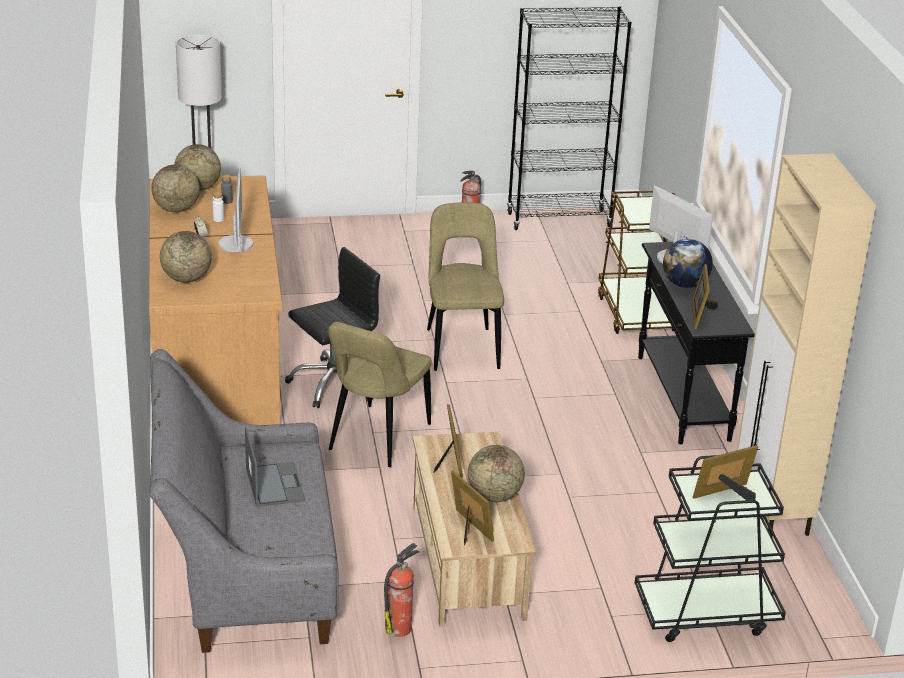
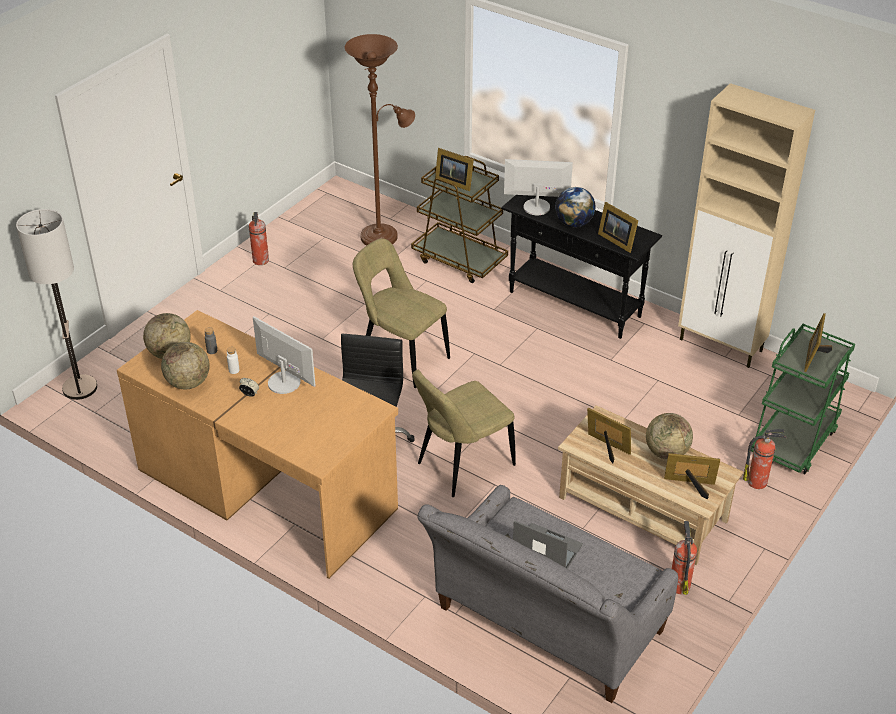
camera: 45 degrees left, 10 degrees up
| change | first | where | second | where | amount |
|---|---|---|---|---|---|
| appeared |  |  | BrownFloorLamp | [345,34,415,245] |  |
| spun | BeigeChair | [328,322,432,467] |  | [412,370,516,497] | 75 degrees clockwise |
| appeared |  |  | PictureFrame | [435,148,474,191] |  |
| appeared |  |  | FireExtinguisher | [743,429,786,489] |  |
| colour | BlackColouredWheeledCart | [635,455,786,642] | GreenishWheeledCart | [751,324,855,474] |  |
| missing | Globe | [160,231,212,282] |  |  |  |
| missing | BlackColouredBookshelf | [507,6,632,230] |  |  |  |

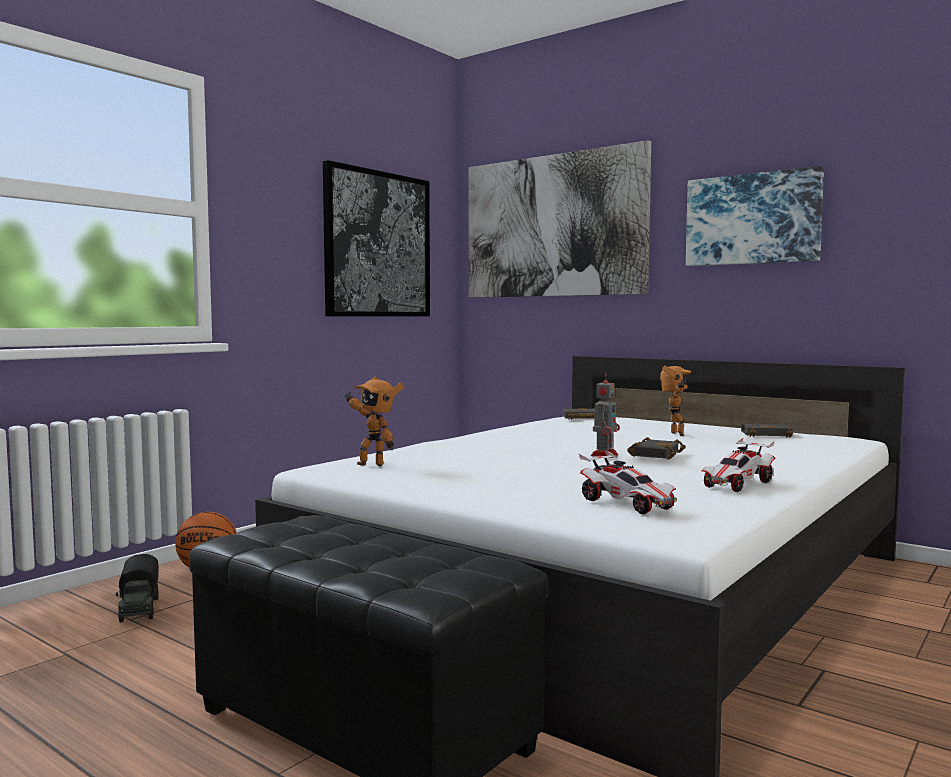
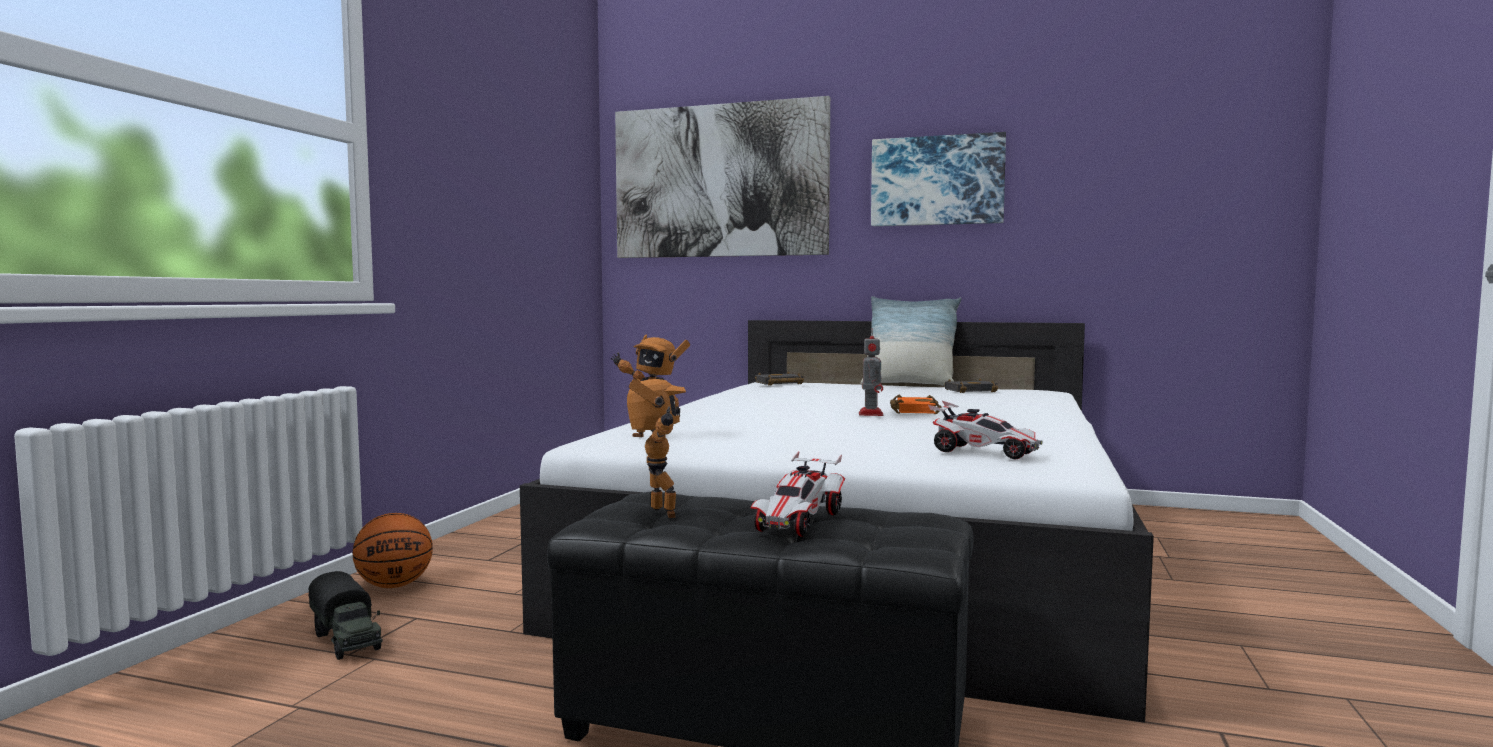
camera: 20 degrees left, 0 degrees up
| change | first | where | second | where | amount |
|---|---|---|---|---|---|
| relocated | RobotFigure | [660,365,691,436] |  | [627,379,686,518] |  |
| relocated | ModelCar | [702,438,776,492] |  | [751,451,845,537] |  |
| appeared |  |  | ThrowPillow | [861,296,961,386] |  |
| colour | BlackColouredBook | [627,437,686,459] | OrangeColouredBook | [890,395,942,414] |  |
| missing | WallPicture | [323,160,430,316] |  |  |  |

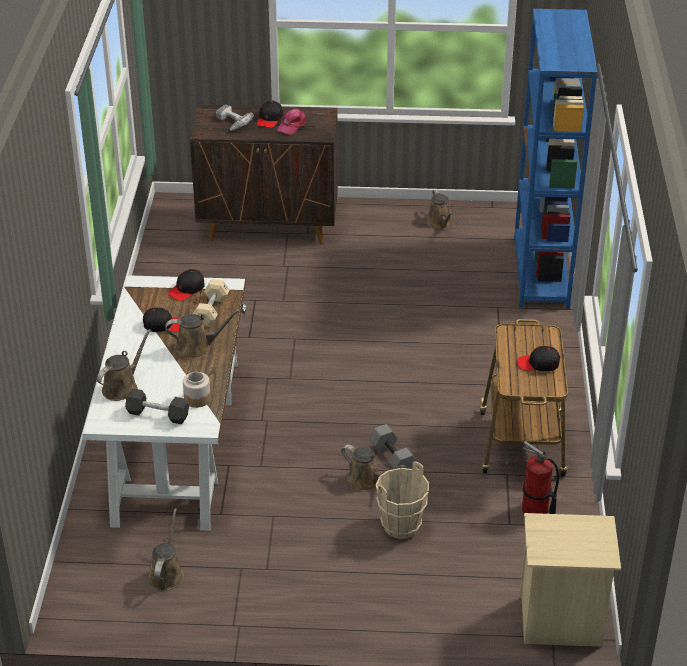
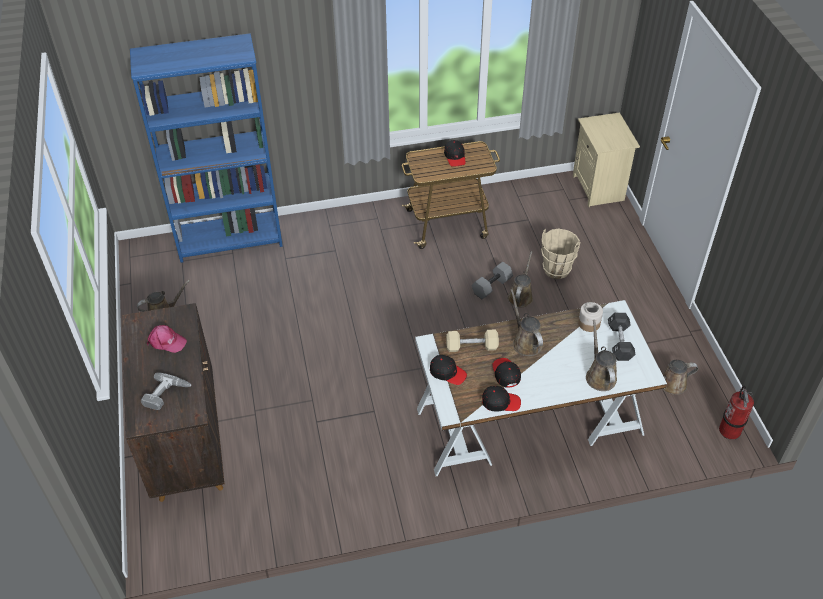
camera: 105 degrees left, 10 degrees up
| change | first | where | second | where | amount |
|---|---|---|---|---|---|
| relocated | BlackColouredBaseballCap | [257,101,283,128] |  | [482,386,521,411] |  |
| spun | BrownSprinklingCan | [97,329,151,401] |  | [586,320,617,391] | 60 degrees clockwise |
| relocated | FireExtinguisher | [522,441,559,514] |  | [719,386,754,440] |  |

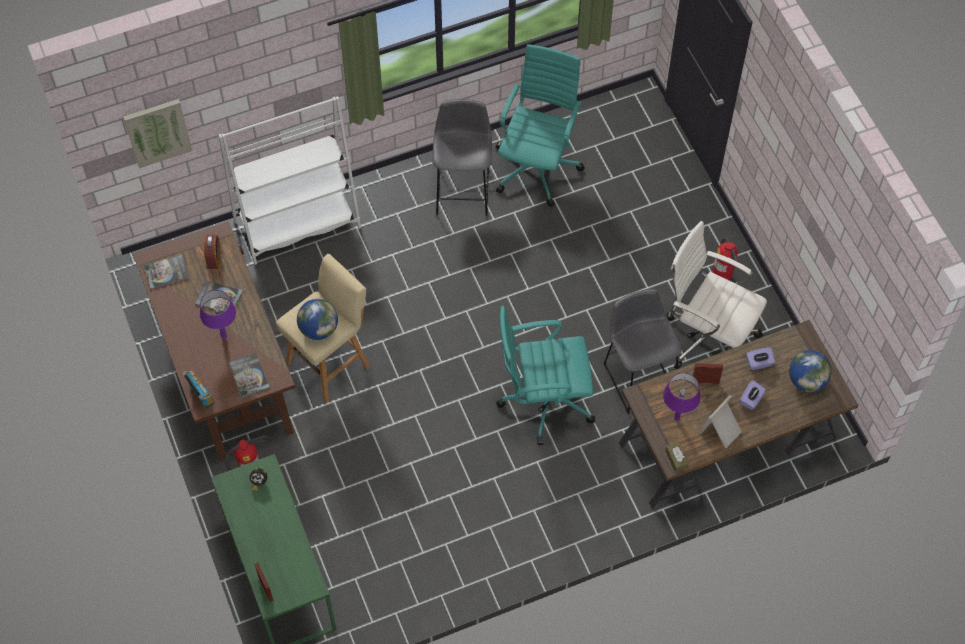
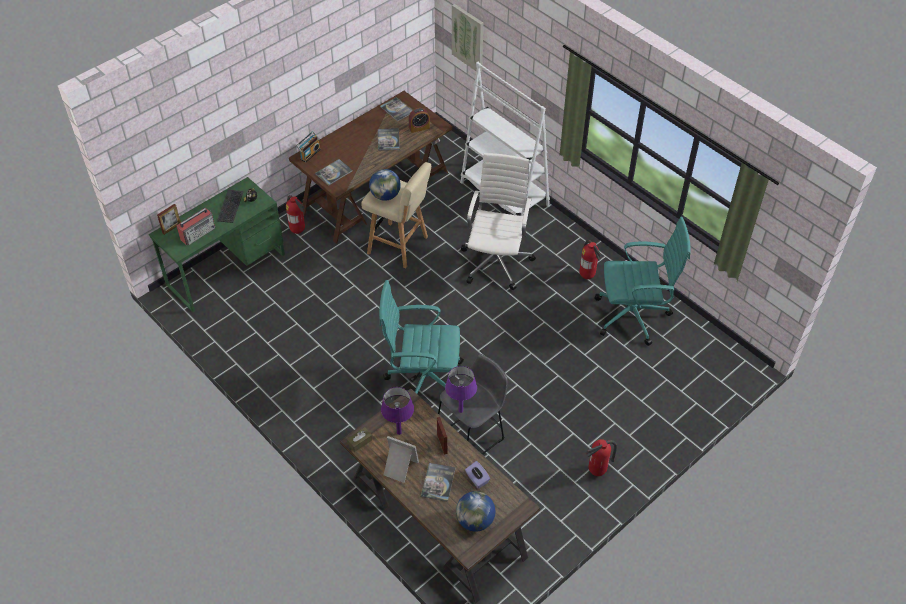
camera: 70 degrees right, 10 degrees down
| change | first | where | second | where | amount |
|---|---|---|---|---|---|
| appeared |  |  | Radio | [176,207,215,245] |  |
| appeared |  |  | PcKeyboard | [217,190,243,223] |  |
| spun | TurquoiseColouredDeskChair | [496,306,595,445] |  | [379,280,464,394] | 60 degrees counterclockwise |
| exchanged | PurpleTissueBox | [740,380,766,410] | Book | [421,463,456,501] |  |
| relocated | PurpleTableLamp | [200,290,236,339] |  | [445,366,477,413] |  |
| relocated | WhiteDeskChair | [666,221,767,369] |  | [461,153,536,290] |  |
| exchanged | GreyishSittingStool | [432,99,492,216] | FireExtinguisher | [579,240,602,279] |  |

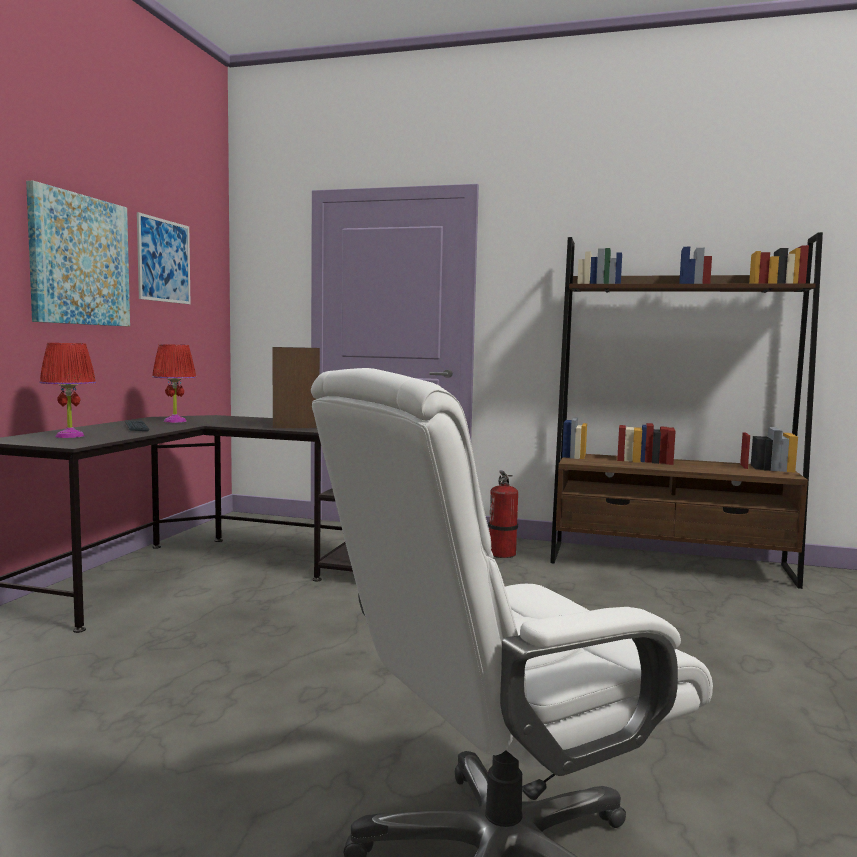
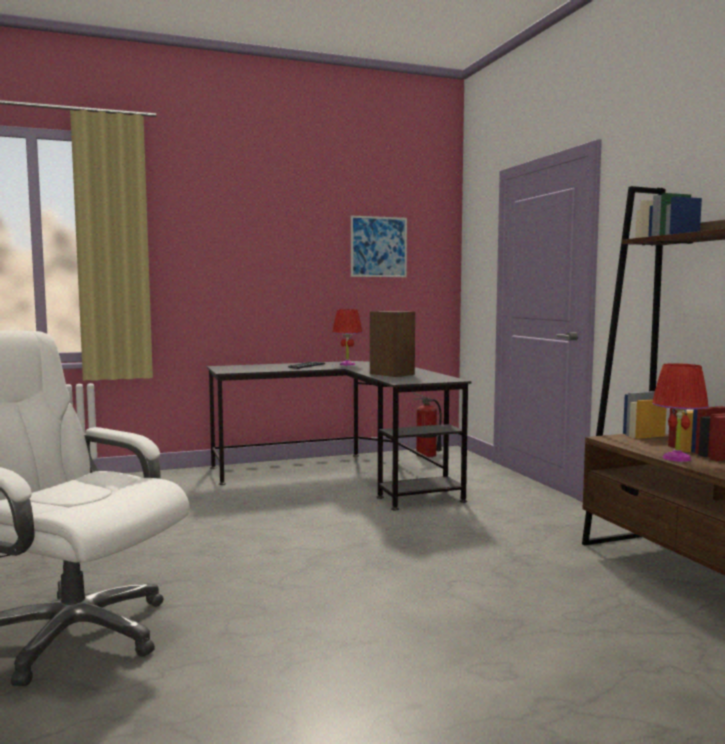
camera: 55 degrees right, 0 degrees up
| change | first | where | second | where | amount |
|---|---|---|---|---|---|
| relocated | FireExtinguisher | [488,470,518,558] |  | [413,393,442,457] |  |
| relocated | RedTableLamp | [39,343,96,438] |  | [652,363,709,462] |  |
| missing | WallPicture | [26,181,130,326] |  |  |  |

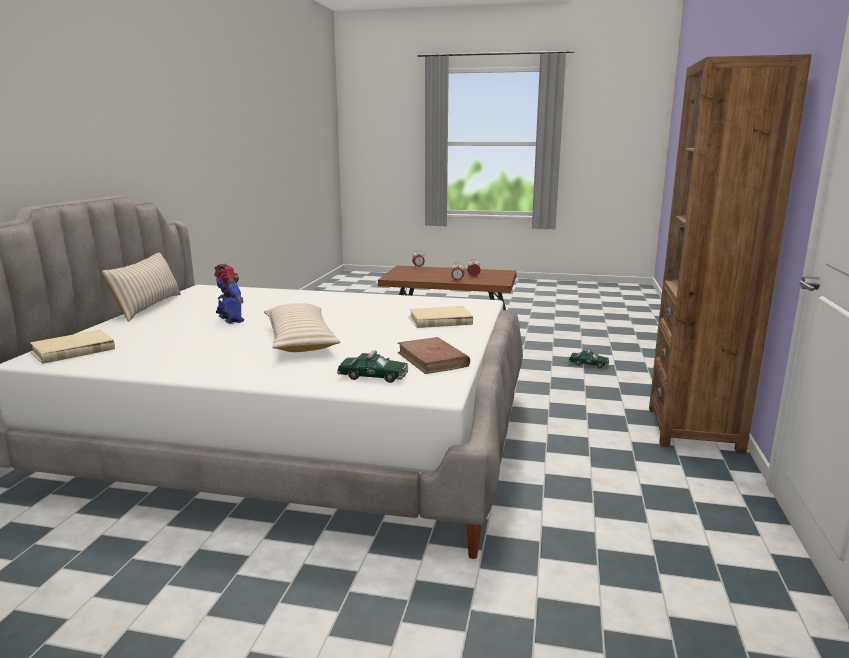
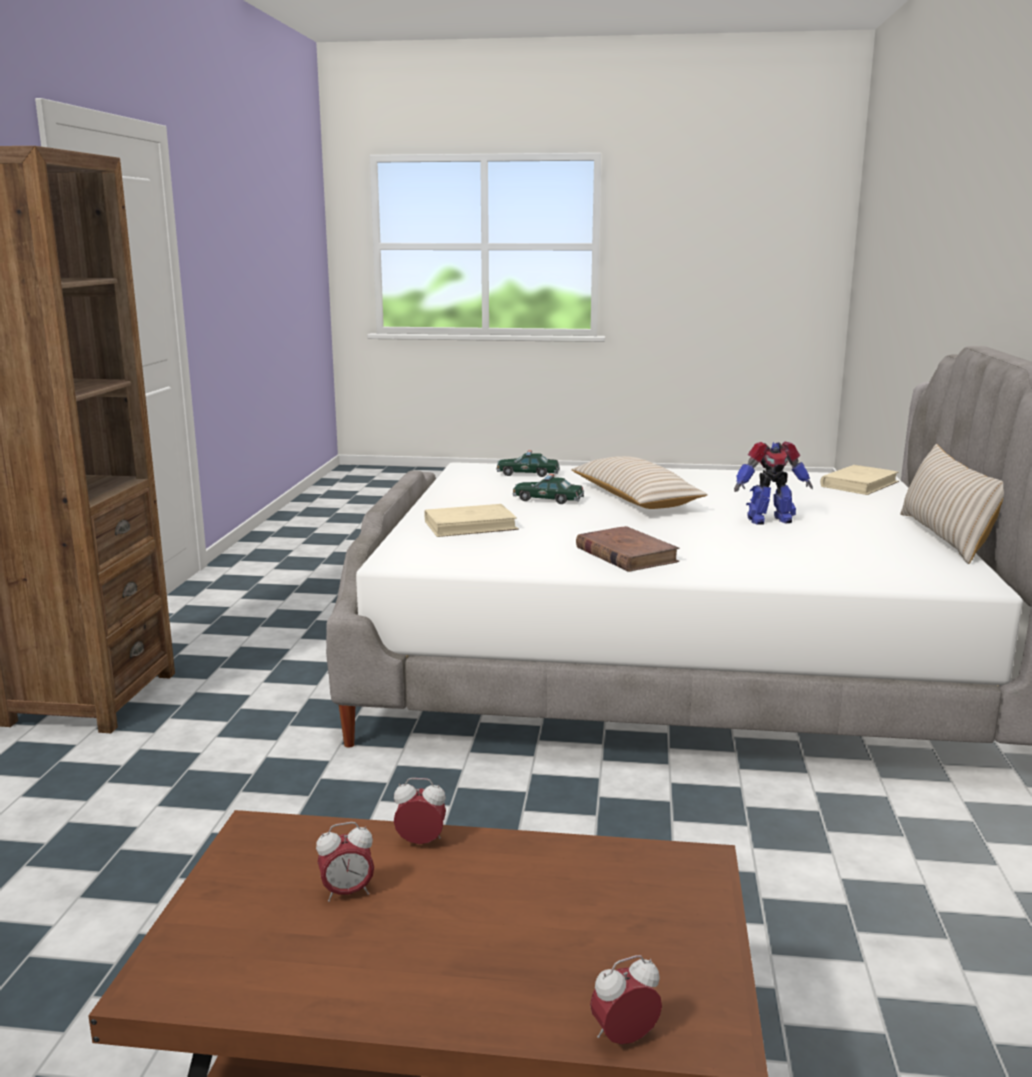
camera: 175 degrees right, 0 degrees up
| change | first | where | second | where | amount |
|---|---|---|---|---|---|
| relocated | ModelCar | [569,350,609,368] |  | [512,474,584,504] |  |
| relocated | BrownBook | [398,337,470,374] |  | [576,526,680,572] |  |
| spun | RobotFigure | [214,264,244,324] |  | [734,442,813,525] | 60 degrees counterclockwise |

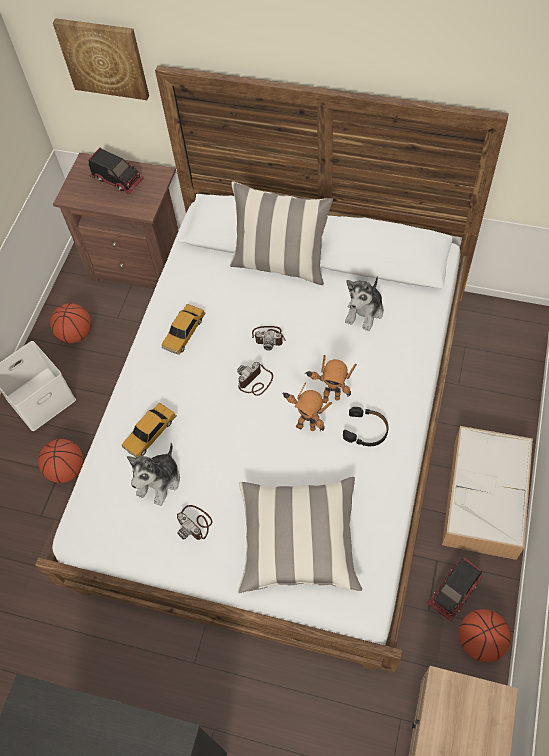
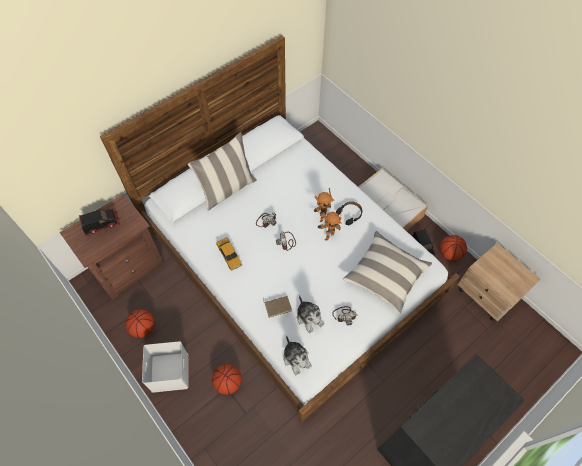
camera: 60 degrees left, 0 degrees up
| change | first | where | second | where | amount |
|---|---|---|---|---|---|
| exchanged | ModelCar | [122,403,177,457] | BrownBook | [263,296,292,318] |  |
| relocated | CuddlyToy | [345,276,384,331] |  | [283,335,312,376] |  |
| missing | WallPicture | [53,18,149,100] |  |  |  |

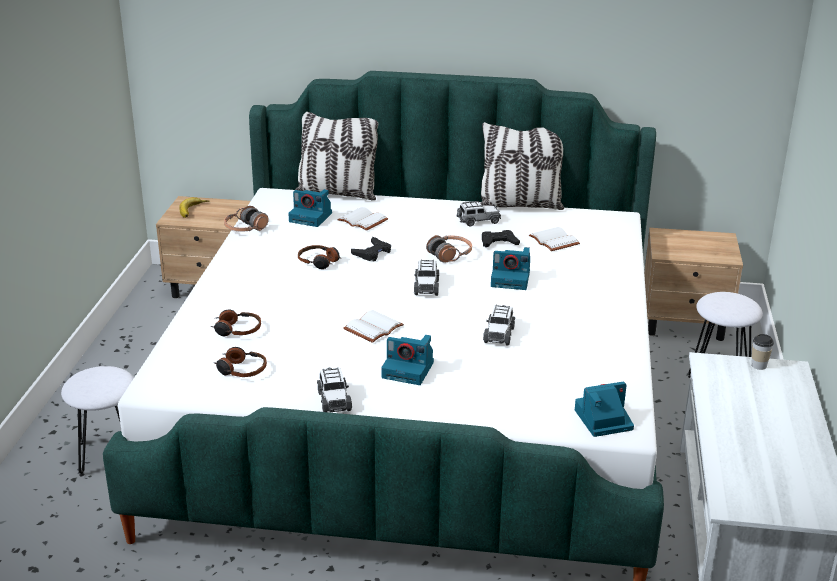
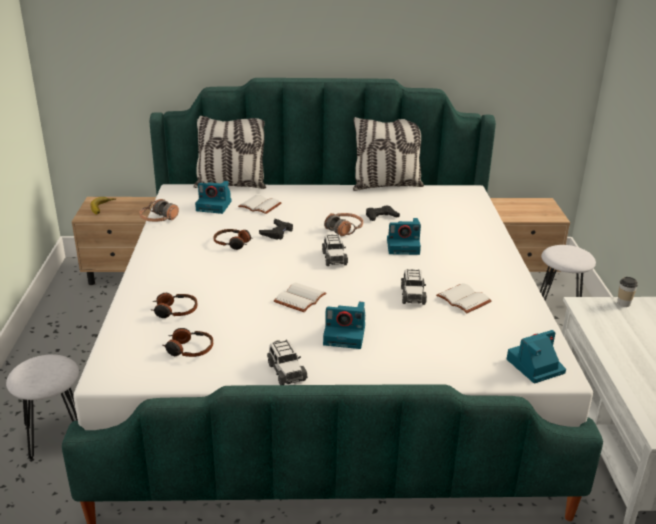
camera: 10 degrees left, 0 degrees up
| change | first | where | second | where | amount |
|---|---|---|---|---|---|
| relocated | WhiteBook | [529,227,580,251] |  | [436,283,492,313] |  |
| missing | ModelCar | [457,201,501,227] |  |  |  |

